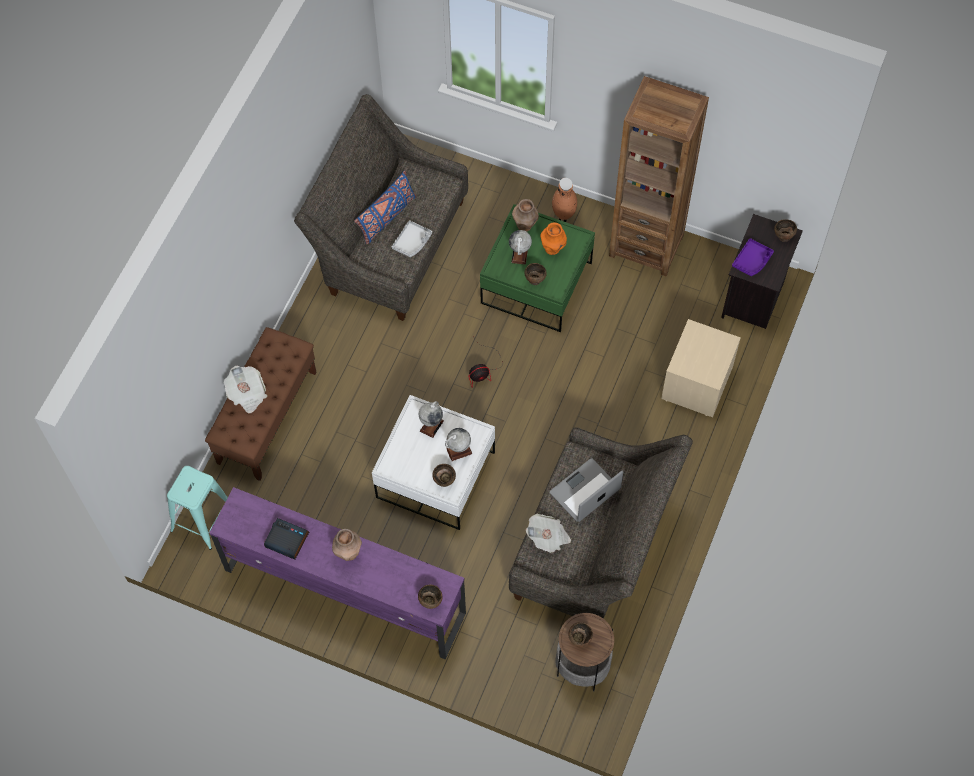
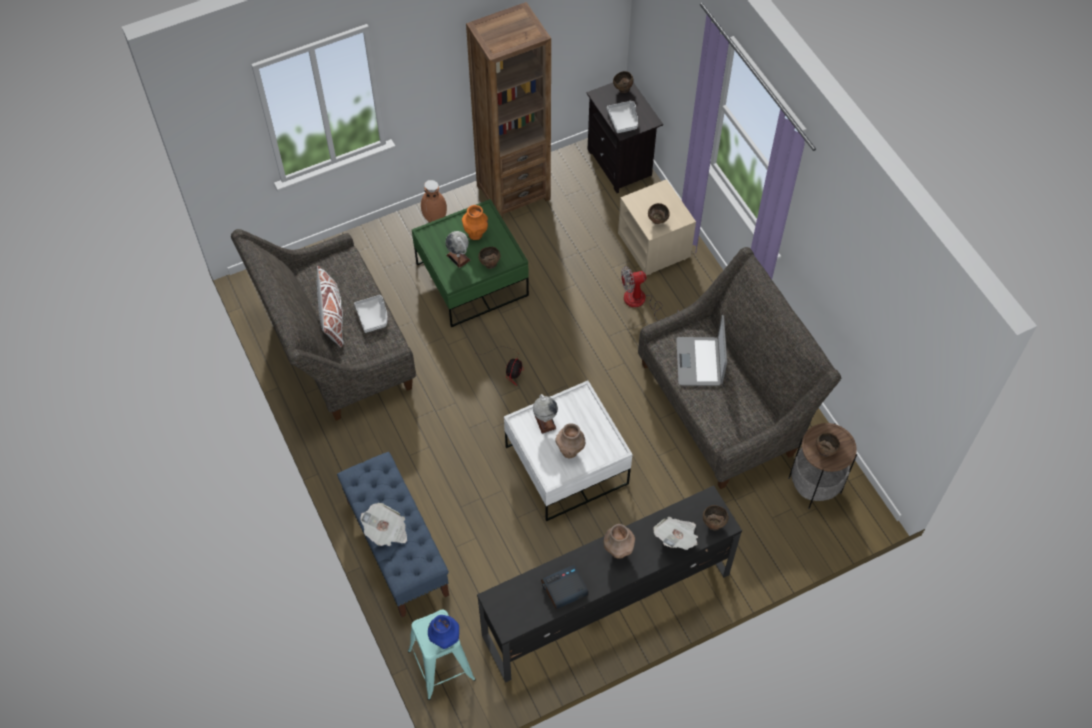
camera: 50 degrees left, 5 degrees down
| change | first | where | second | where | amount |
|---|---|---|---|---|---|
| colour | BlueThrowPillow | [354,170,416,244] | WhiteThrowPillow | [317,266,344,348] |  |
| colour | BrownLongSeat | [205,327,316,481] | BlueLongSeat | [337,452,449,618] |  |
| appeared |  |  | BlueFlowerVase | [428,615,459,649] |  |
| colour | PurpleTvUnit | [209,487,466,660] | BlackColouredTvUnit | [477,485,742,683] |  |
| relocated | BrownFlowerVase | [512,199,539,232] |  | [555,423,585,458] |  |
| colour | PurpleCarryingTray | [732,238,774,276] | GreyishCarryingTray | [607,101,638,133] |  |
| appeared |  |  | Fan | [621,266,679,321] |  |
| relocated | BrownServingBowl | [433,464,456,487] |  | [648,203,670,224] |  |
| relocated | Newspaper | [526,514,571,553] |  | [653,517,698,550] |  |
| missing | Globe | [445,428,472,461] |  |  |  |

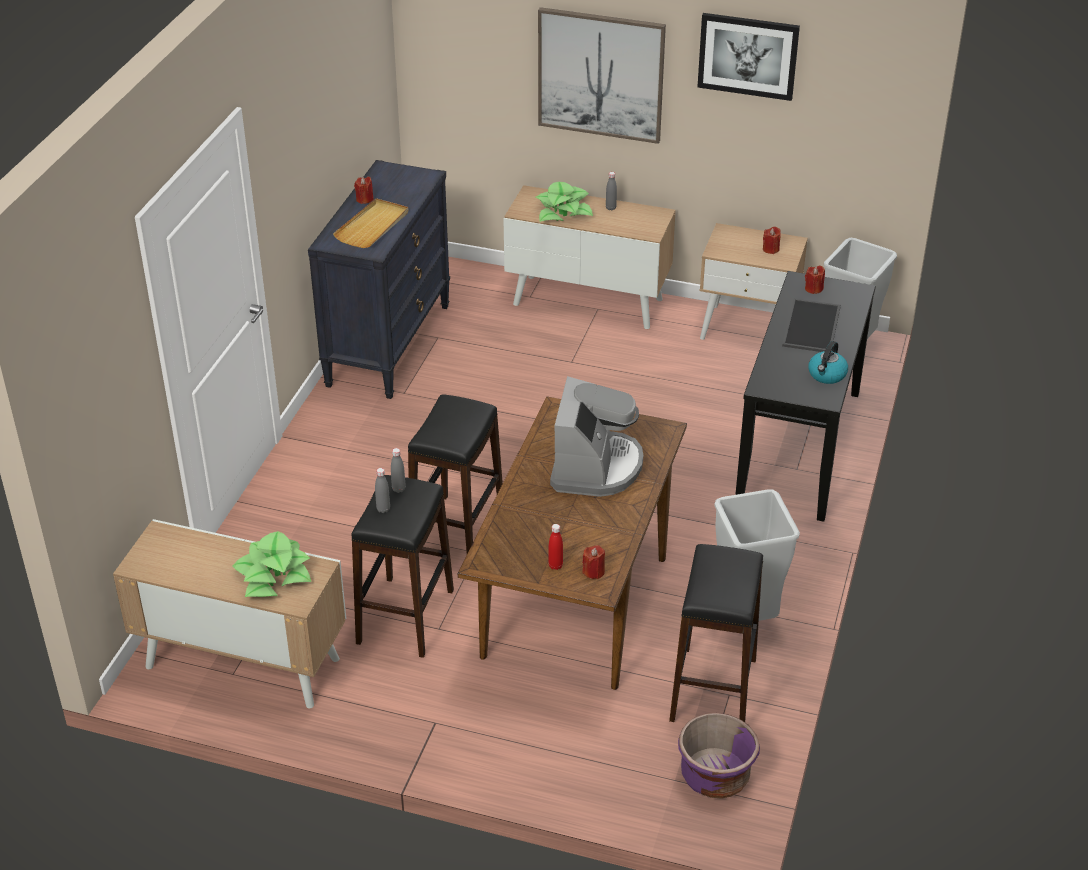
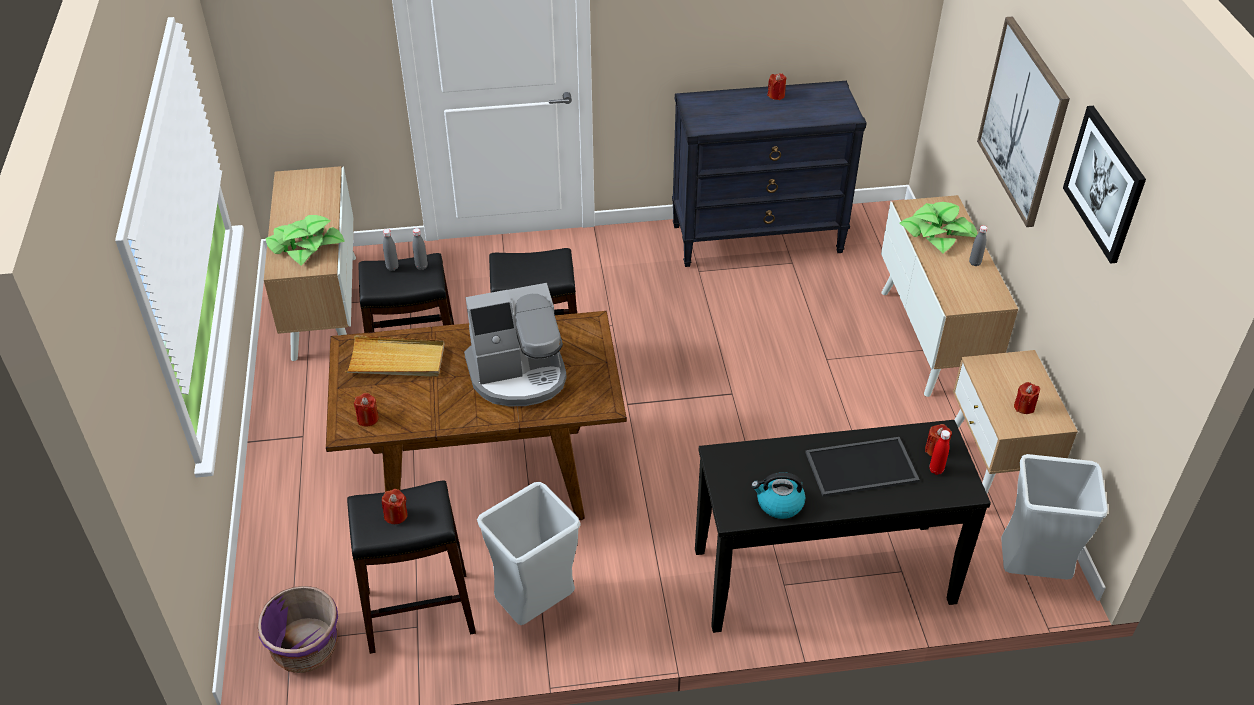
camera: 65 degrees right, 5 degrees up
| change | first | where | second | where | amount |
|---|---|---|---|---|---|
| relocated | BeigeCarryingTray | [333,198,409,248] |  | [345,335,444,377] |  |
| appeared |  |  | RedCandle | [382,489,408,524] |  |
| relocated | RedDrinkBottle | [548,524,563,570] |  | [930,430,950,475] |  |

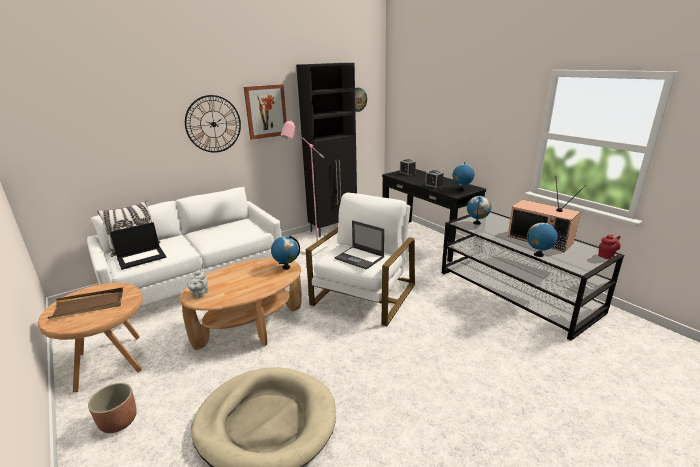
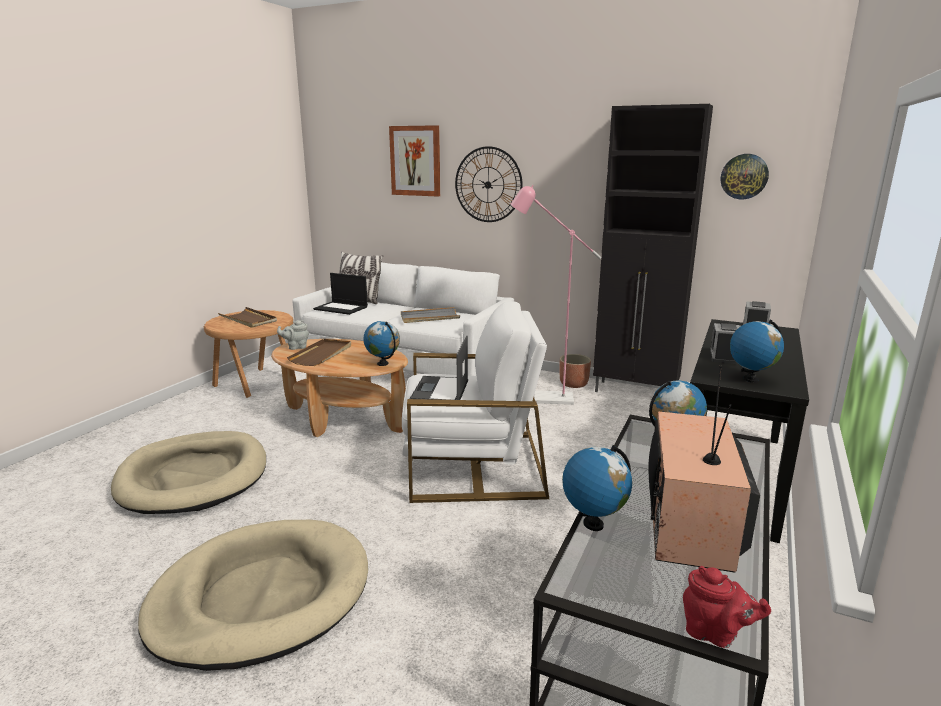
camera: 60 degrees right, 5 degrees down
| change | first | where | second | where | amount |
|---|---|---|---|---|---|
| appeared |  |  | BeigeDogBed | [138,520,368,671] |  |
| appeared |  |  | BrownCarryingTray | [287,339,351,366] |  |
| relocated | WallPicture | [244,84,287,140] |  | [389,125,440,197] |  |
| appeared |  |  | GreyishCarryingTray | [401,307,460,323] |  |
| relocated | Planter | [88,383,137,433] |  | [559,354,591,388] |  |

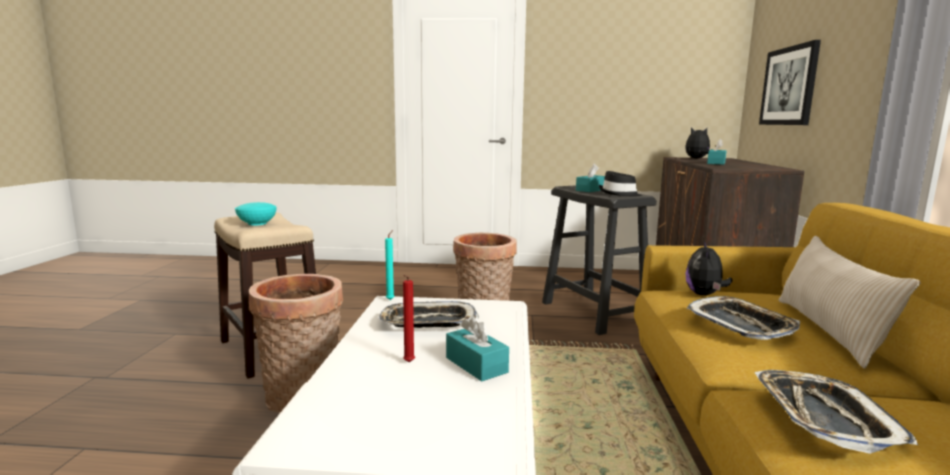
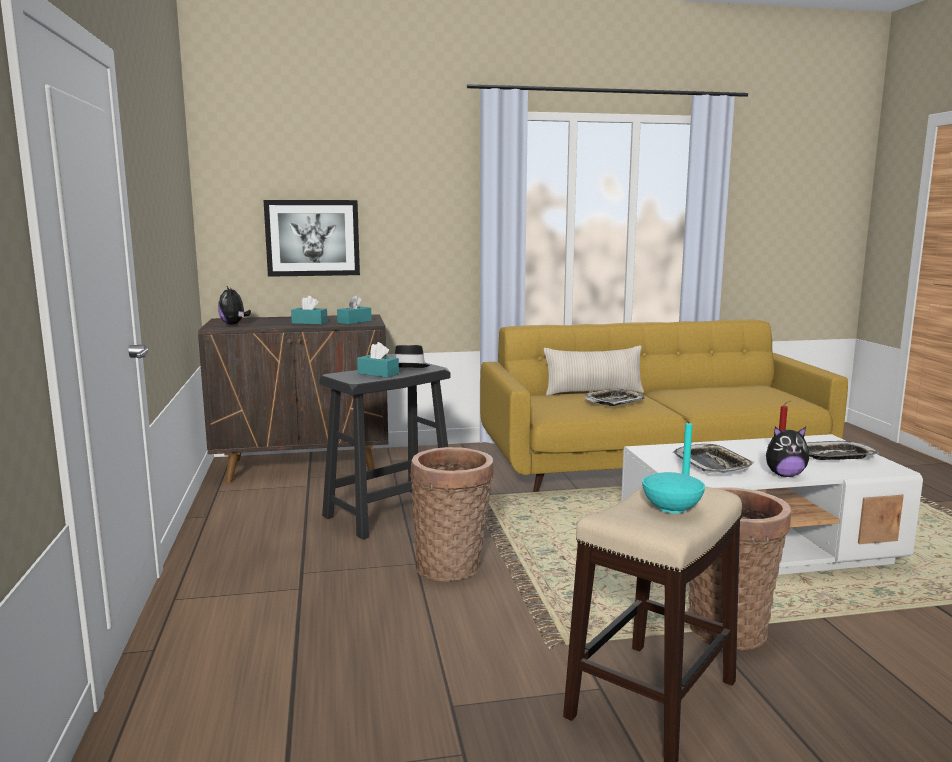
camera: 105 degrees left, 0 degrees up
| change | first | where | second | where | amount |
|---|---|---|---|---|---|
| relocated | TurquoiseColouredTissueBox | [446,315,509,381] |  | [337,295,372,324] |  |
| relocated | CuddlyToy | [685,241,732,296] |  | [766,427,809,477] |  |
| relocated | CarryingTray | [754,370,918,454] |  | [806,441,879,460] |  |

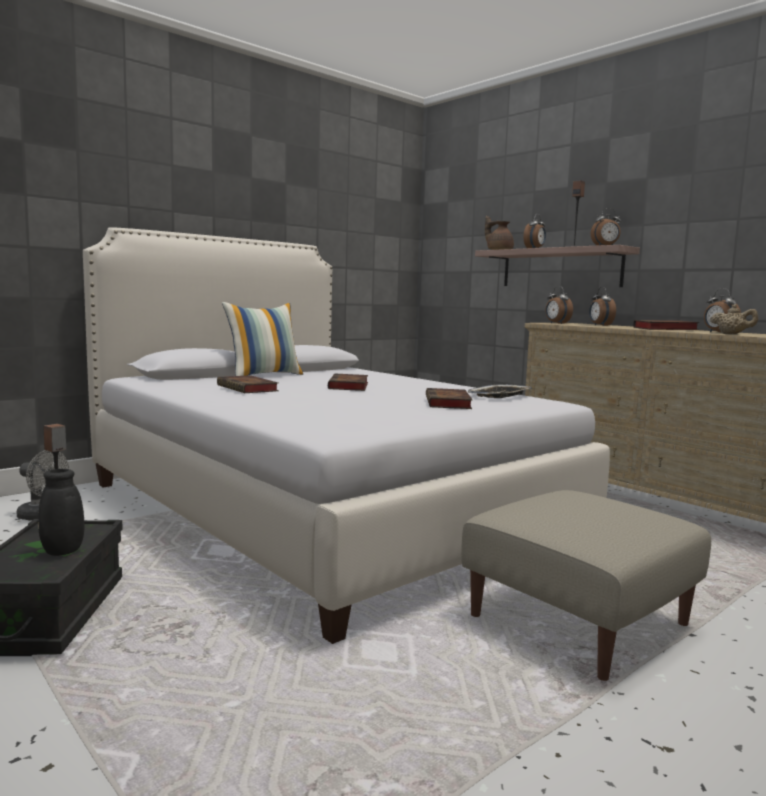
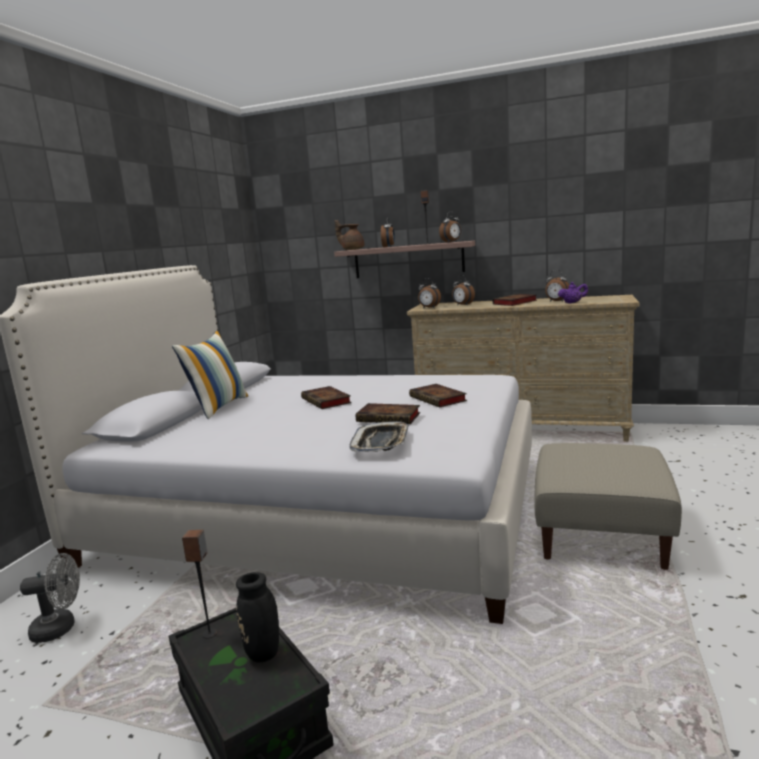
camera: 30 degrees left, 5 degrees up
| change | first | where | second | where | amount |
|---|---|---|---|---|---|
| relocated | CarryingTray | [468,384,532,398] |  | [349,421,409,452] |  |
| relocated | Book | [217,375,279,393] |  | [356,403,420,424] |  |
| colour | BeigePotForTea | [710,304,758,334] | PurplePotForTea | [558,282,588,304] |  |

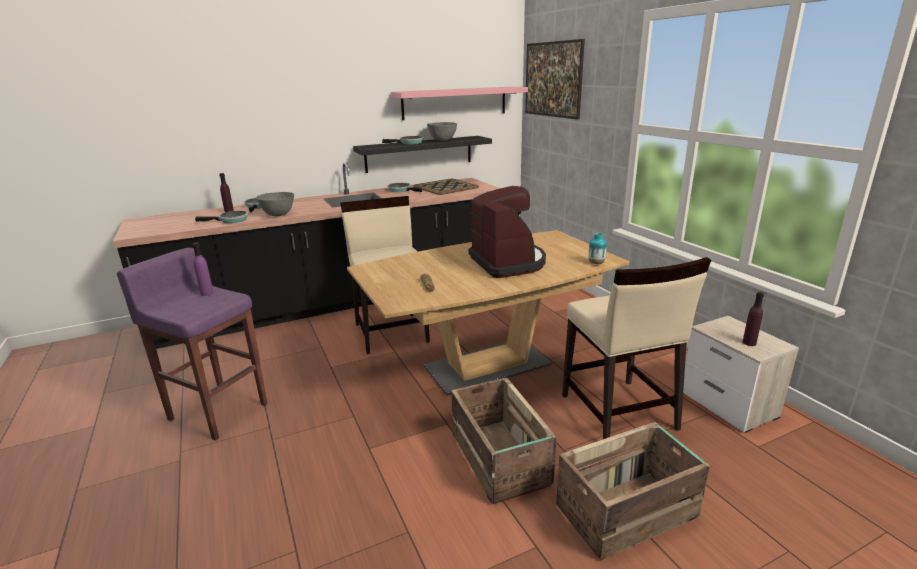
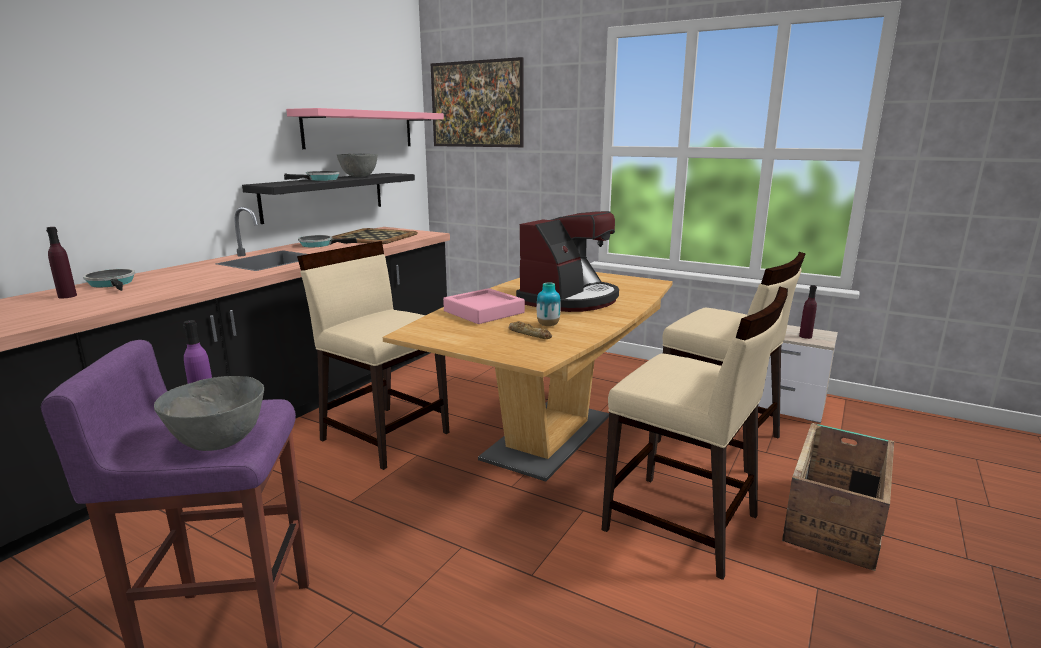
camera: 35 degrees left, 5 degrees down
| change | first | where | second | where | amount |
|---|---|---|---|---|---|
| relocated | GreyishServingBowl | [256,192,294,216] |  | [154,376,264,451] |  |
| appeared |  |  | PinkColouredCarryingTray | [443,288,525,324] |  |
| spun | CoffeeBrewer | [469,186,546,278] |  | [516,211,619,312] | 90 degrees clockwise |
| relocated | FlowerVase | [589,233,607,264] |  | [537,282,561,326] |  |
| exchanged | Crate | [451,377,557,504] | BeigeChair | [602,286,788,580] |  |
| missing | Skillet | [195,210,249,223] |  |  |  |

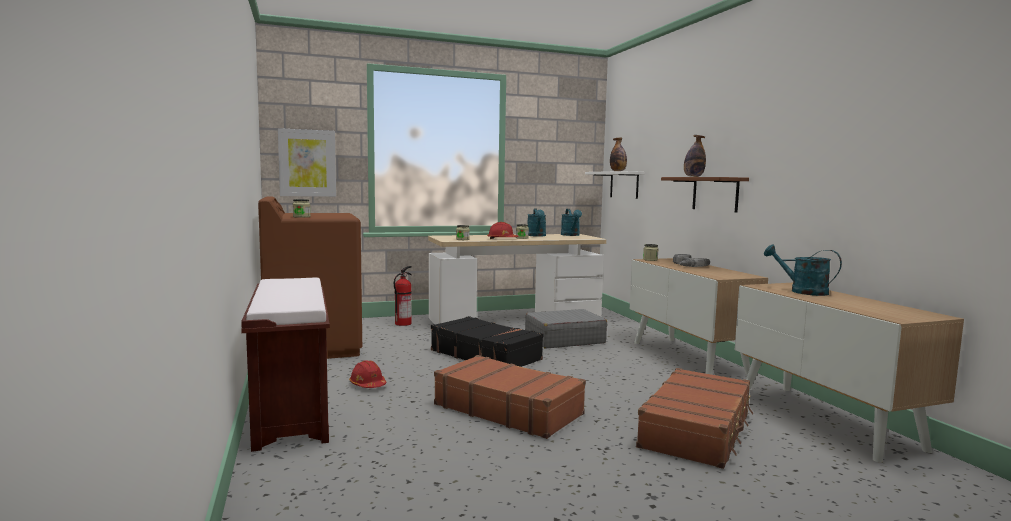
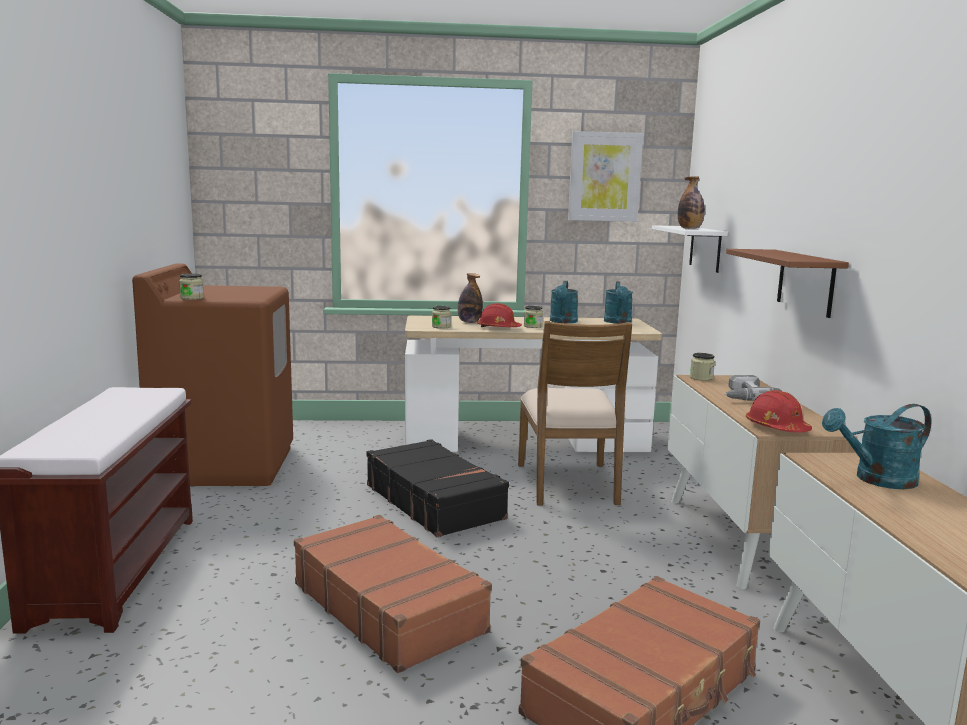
camera: 15 degrees right, 5 degrees up
| change | first | where | second | where | amount |
|---|---|---|---|---|---|
| relocated | DrinkBottle | [684,135,706,177] |  | [458,273,483,323] |  |
| exchanged | GreyishPieceOfLuggage | [525,309,607,349] | BrownChair | [518,321,632,506] |  |
| relocated | WallPicture | [278,128,336,197] |  | [568,131,643,222] |  |
| relocated | RedHardHat | [349,360,386,388] |  | [746,390,812,432] |  |
| spun | TurquoiseColouredSprinklingCan | [764,245,842,296] |  | [822,404,931,489] | 75 degrees counterclockwise |
| missing | FireExtinguisher | [394,266,412,326] |  |  |  |

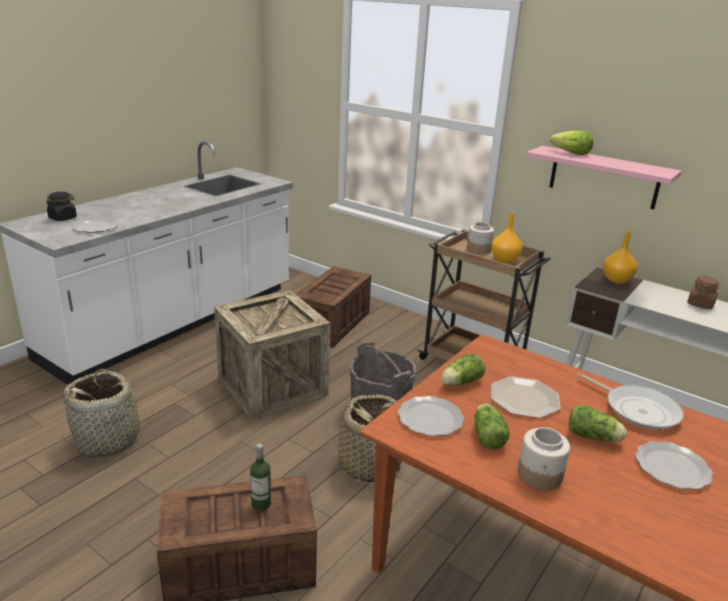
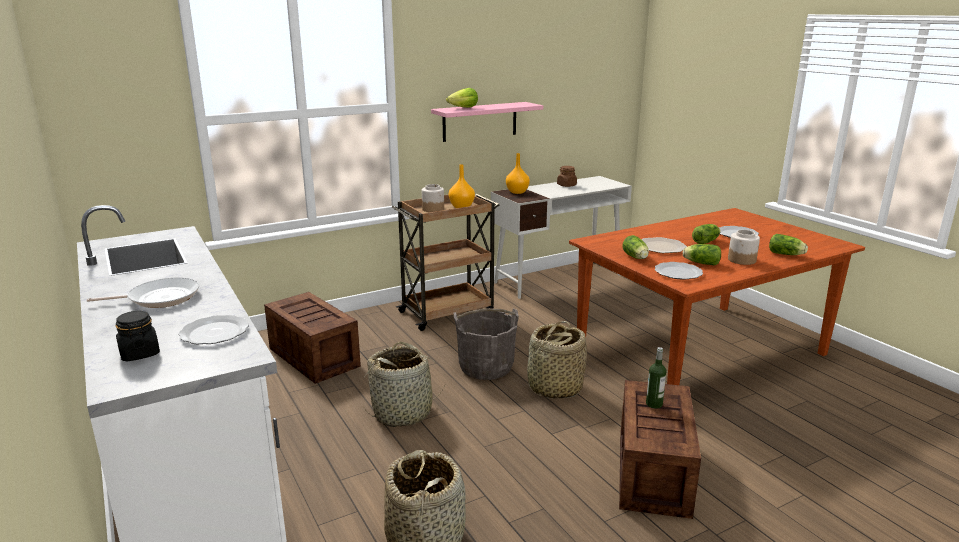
camera: 65 degrees left, 5 degrees down
| change | first | where | second | where | amount |
|---|---|---|---|---|---|
| relocated | Skillet | [578,373,684,430] |  | [87,278,199,308] |  |
| exchanged | Crate | [214,290,330,420] | StorageBasket | [364,342,446,427] |  |
| appeared |  |  | Lettuce | [769,234,808,255] |  |

